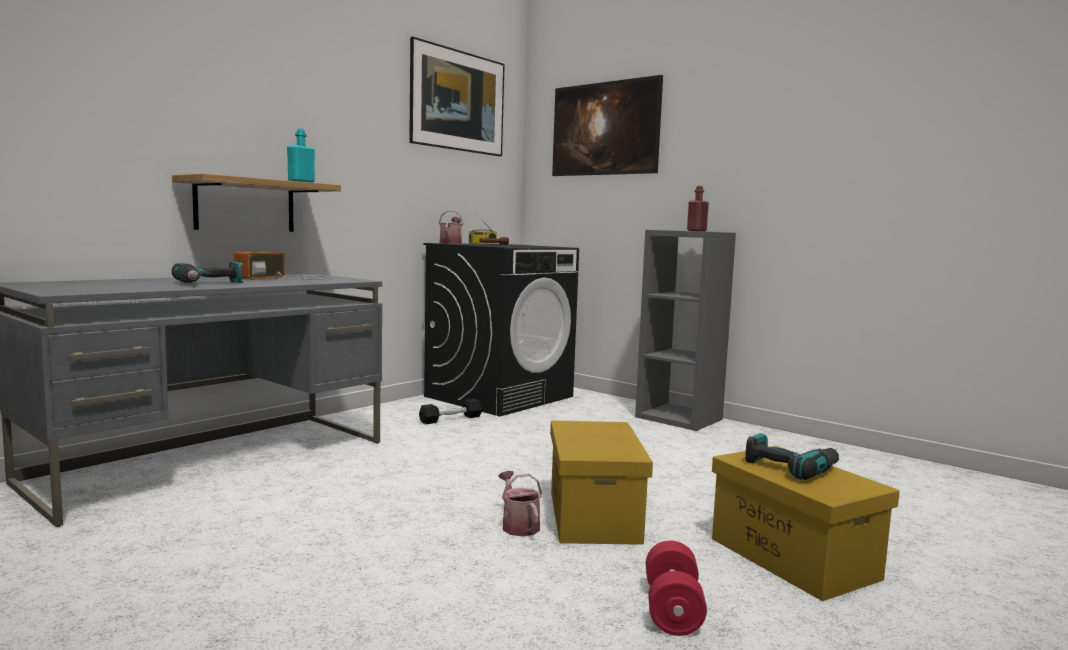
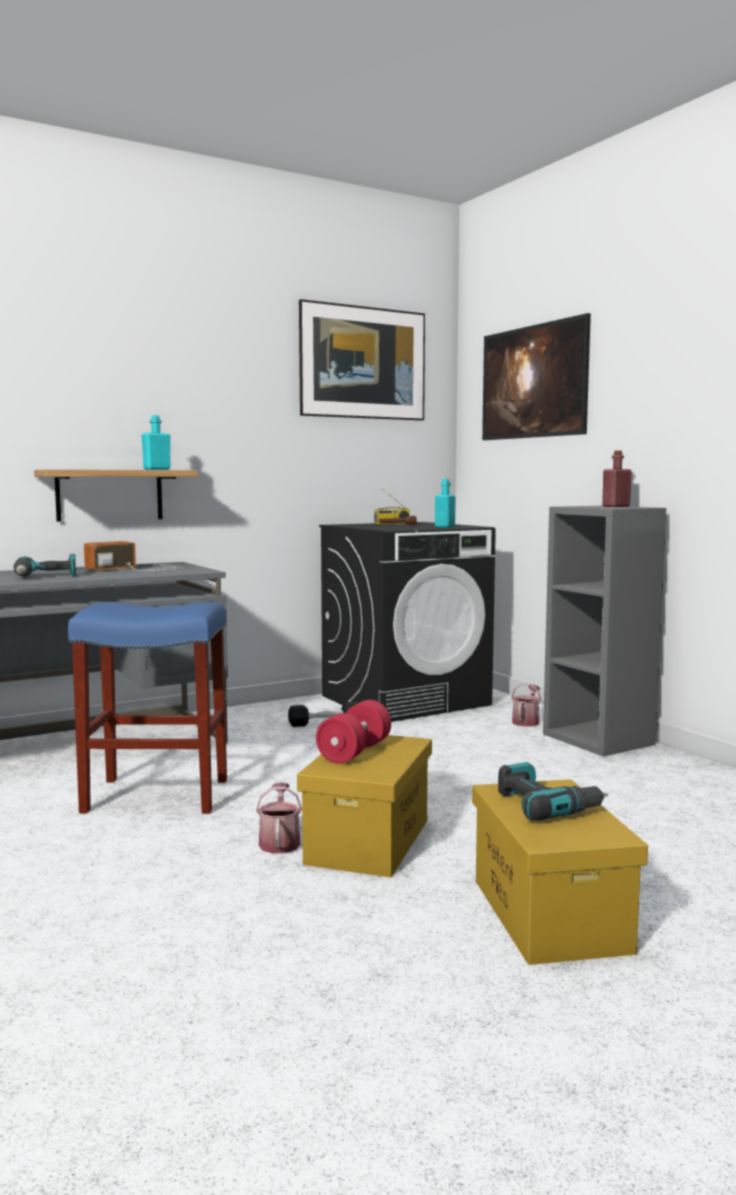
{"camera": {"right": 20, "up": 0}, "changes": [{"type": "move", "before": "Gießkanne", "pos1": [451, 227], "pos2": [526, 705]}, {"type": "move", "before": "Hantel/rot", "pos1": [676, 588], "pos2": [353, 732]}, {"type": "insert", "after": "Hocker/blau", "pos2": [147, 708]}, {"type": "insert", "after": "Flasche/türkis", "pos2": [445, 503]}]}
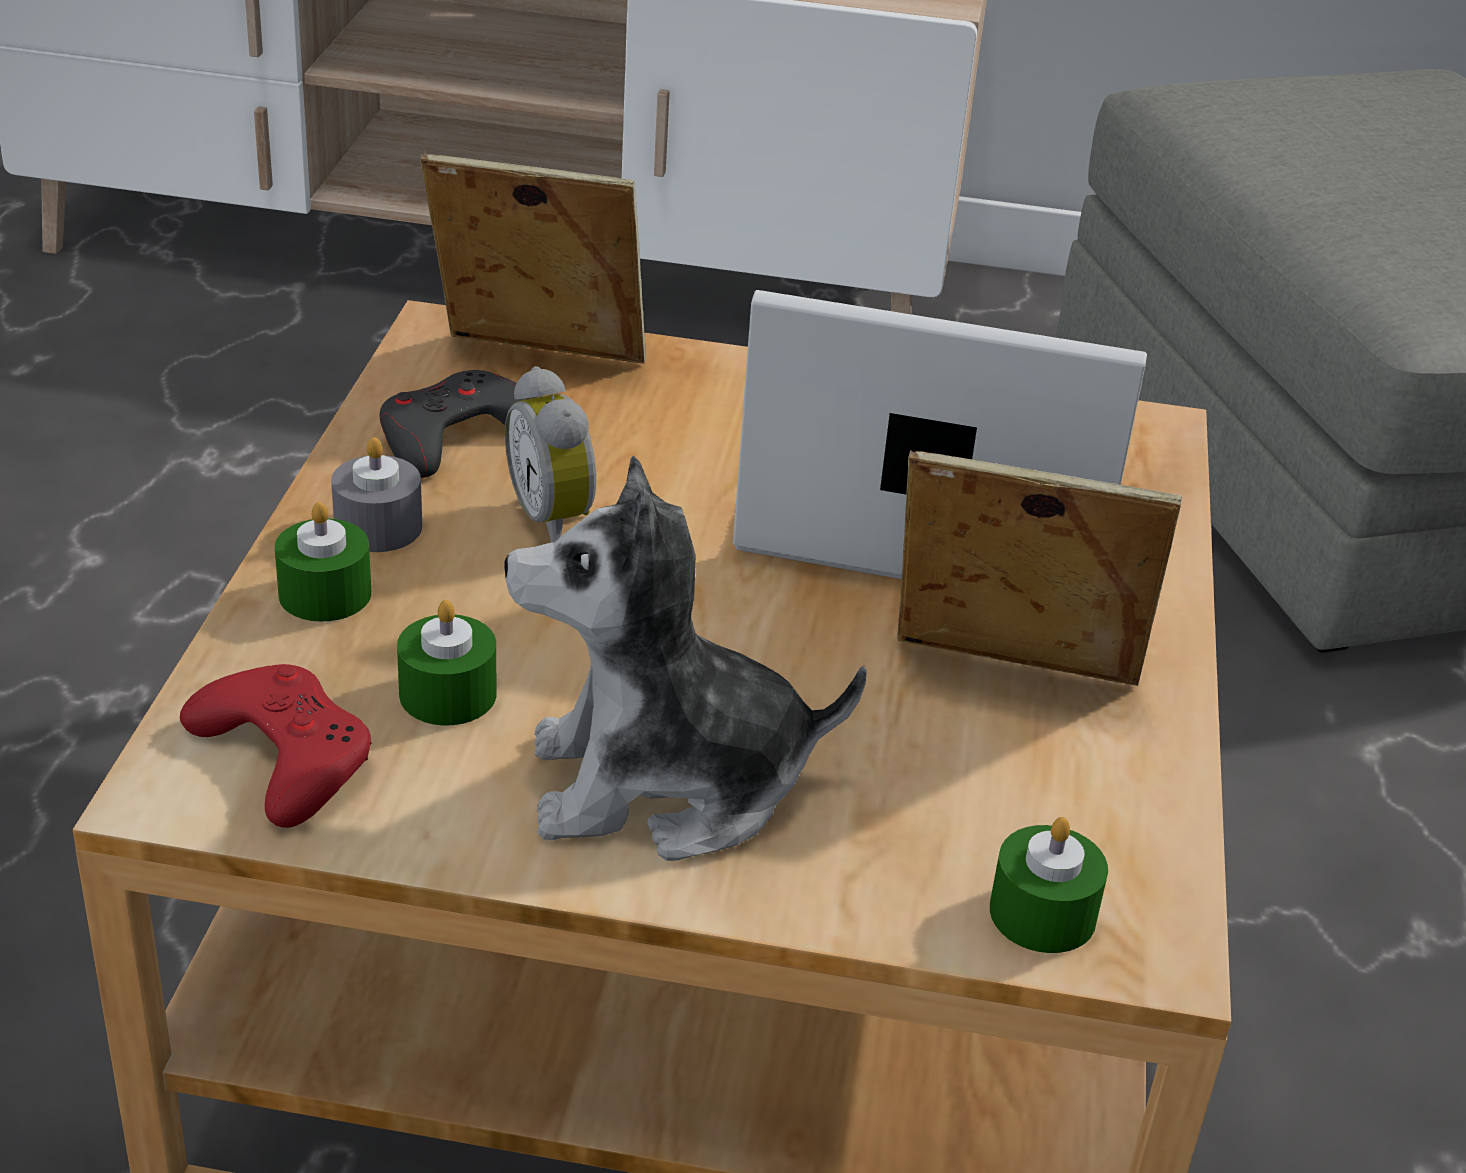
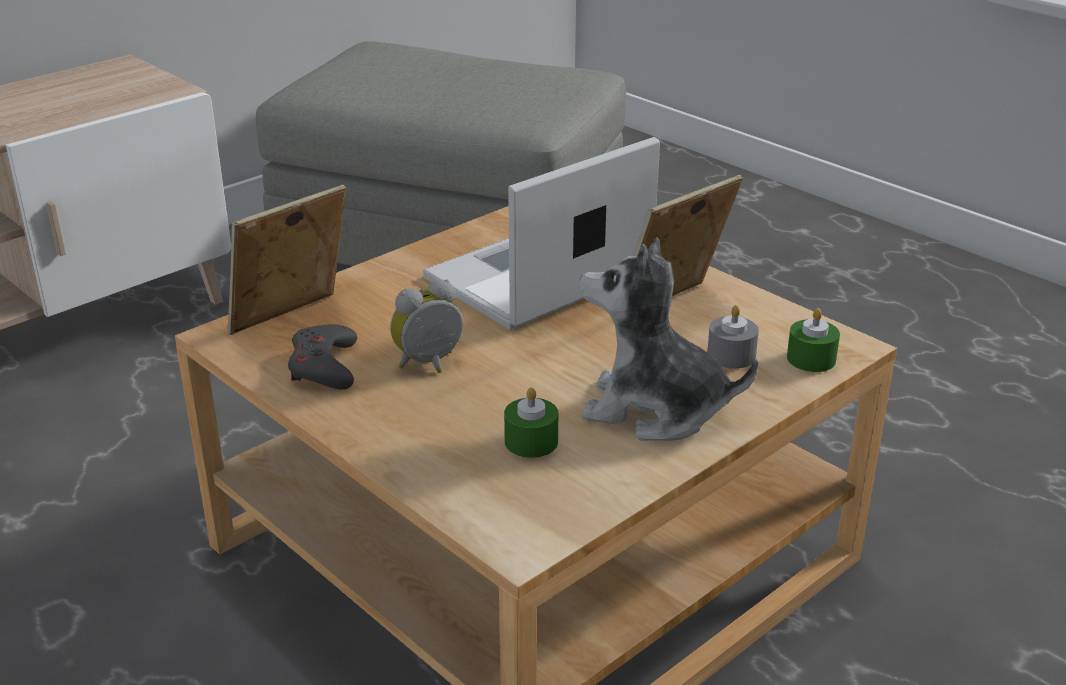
{"camera": {"right": -50, "up": -5}, "changes": [{"type": "delete", "before": "Gamepad/rot", "pos1": [275, 746]}, {"type": "delete", "before": "Kerze/grün", "pos1": [323, 562]}, {"type": "move", "before": "Kerze/grau", "pos1": [376, 494], "pos2": [733, 337]}, {"type": "rotate", "before": "Wecker", "pos1": [550, 454], "pos2": [426, 326], "turn": 135}, {"type": "rotate", "before": "Plüschtier", "pos1": [686, 658], "pos2": [669, 339], "turn": 75}]}
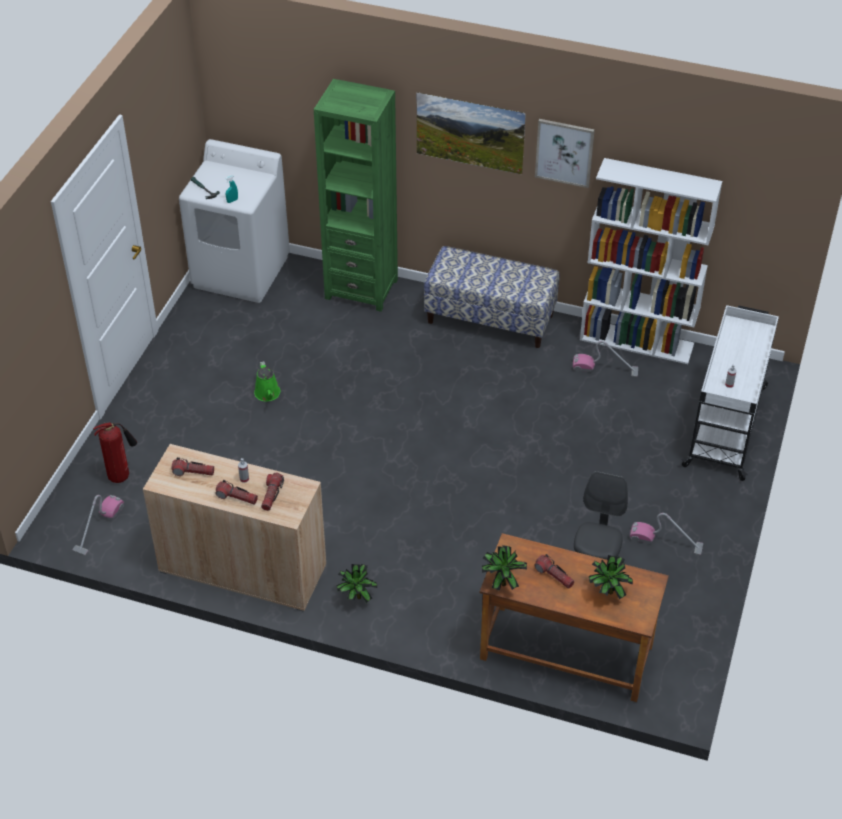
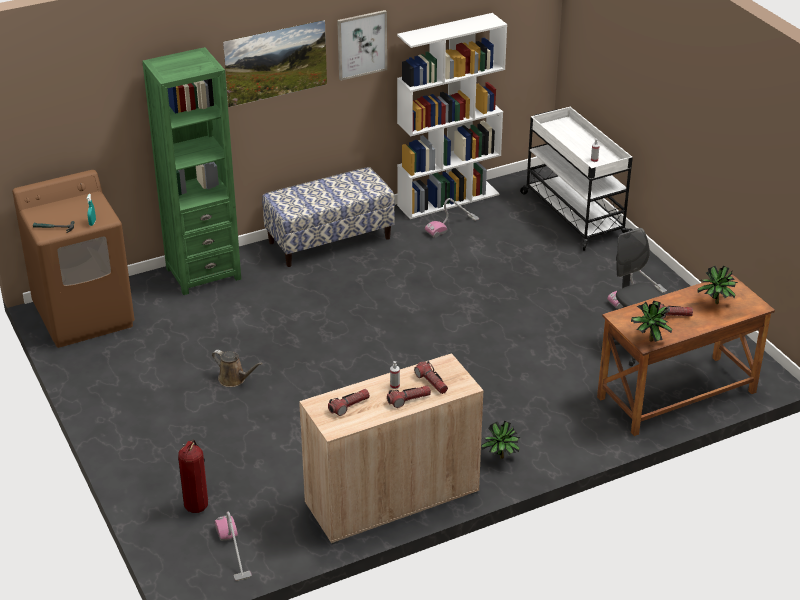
{"camera": {"right": -45, "up": -10}, "changes": [{"type": "recolor", "before": "Waschmaschine/weiß", "after": "Waschmaschine/braun", "pos1": [234, 221], "pos2": [73, 259]}, {"type": "recolor", "before": "Gießkanne/grün", "after": "Gießkanne/braun", "pos1": [267, 381], "pos2": [237, 368]}]}
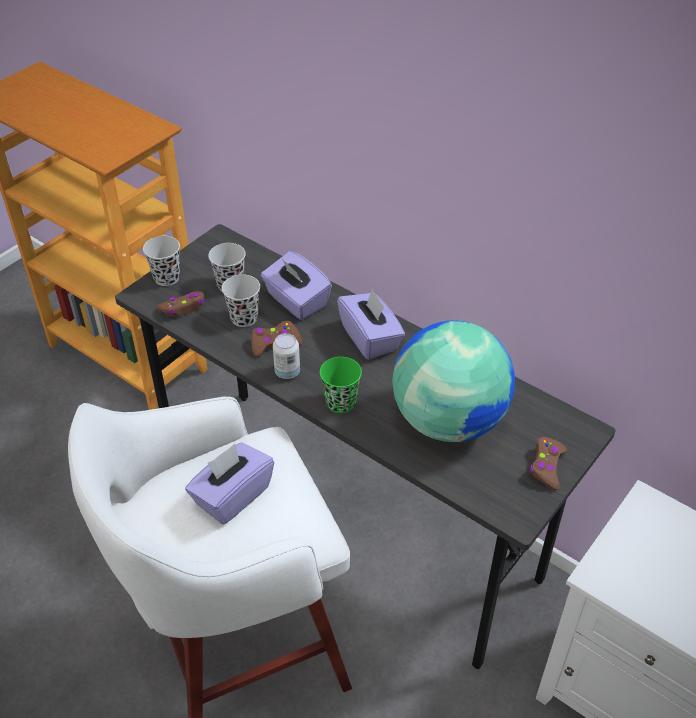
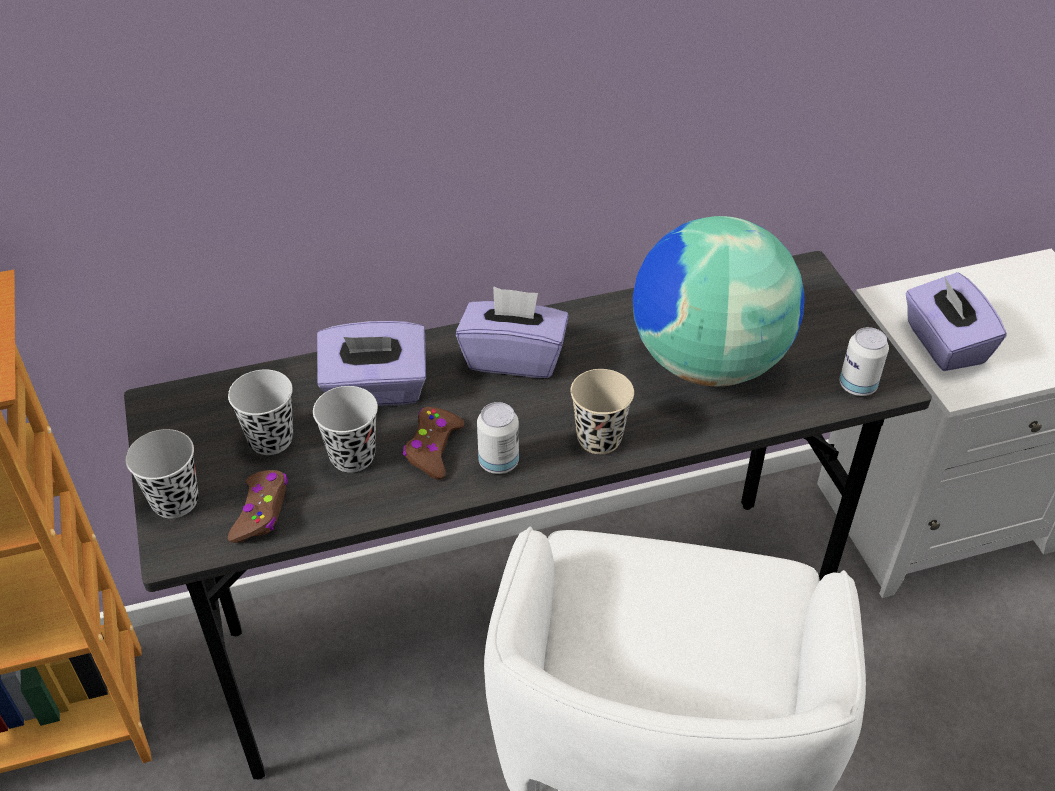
{"camera": {"right": -55, "up": 0}, "changes": [{"type": "move", "before": "Taschentuchbox/lila", "pos1": [229, 483], "pos2": [956, 321]}, {"type": "recolor", "before": "Tasse/grün", "after": "Tasse/beige", "pos1": [341, 385], "pos2": [602, 411]}, {"type": "delete", "before": "Gamepad/braun", "pos1": [548, 463]}, {"type": "insert", "after": "Dose", "pos2": [864, 361]}]}
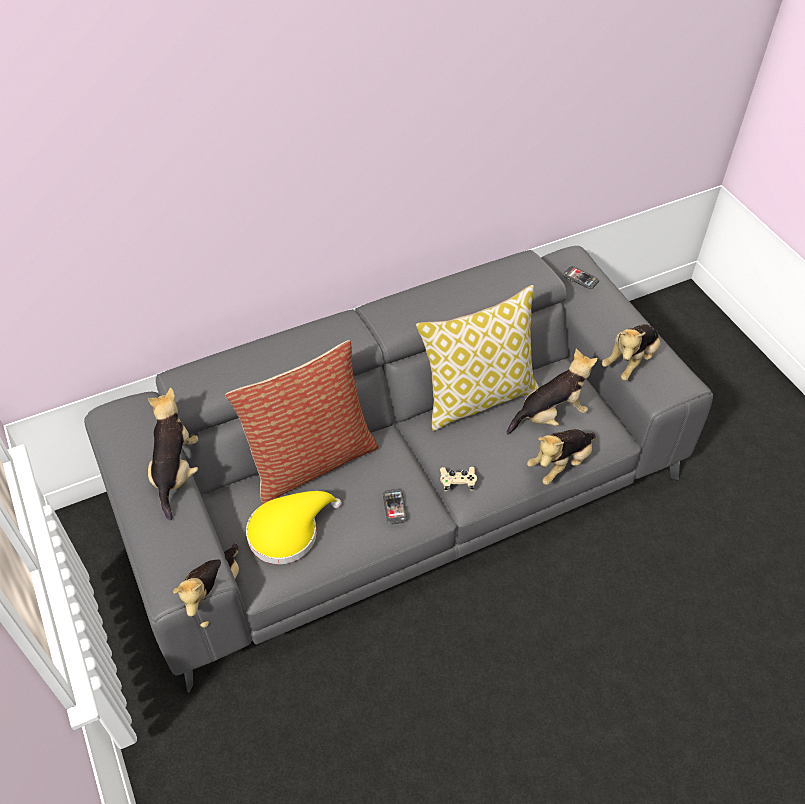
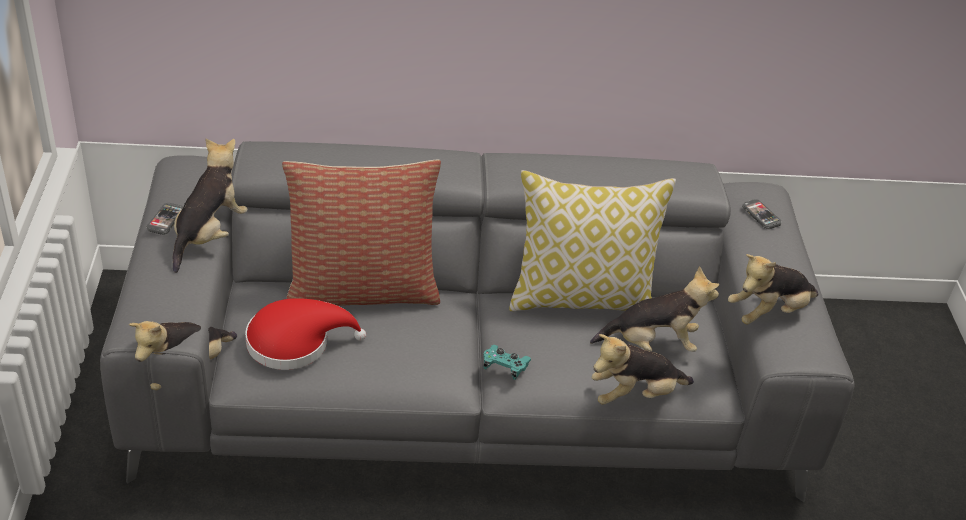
{"camera": {"right": 20, "up": -10}, "changes": [{"type": "recolor", "before": "Hut/gelb", "after": "Hut/rot", "pos1": [293, 527], "pos2": [305, 334]}, {"type": "move", "before": "Handy", "pos1": [395, 506], "pos2": [164, 219]}, {"type": "recolor", "before": "Gamepad/beige", "after": "Gamepad/türkis", "pos1": [458, 479], "pos2": [507, 362]}]}
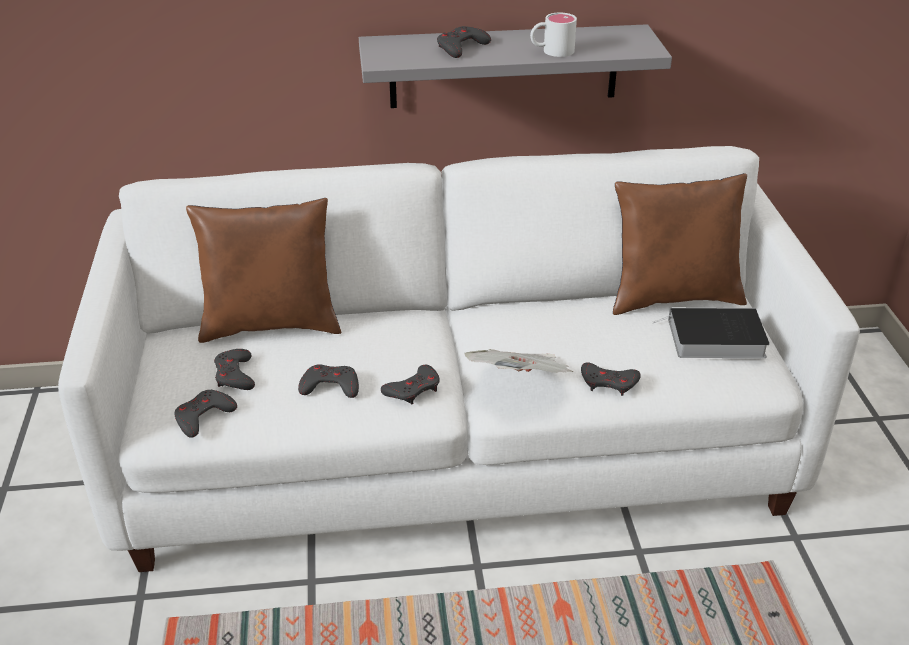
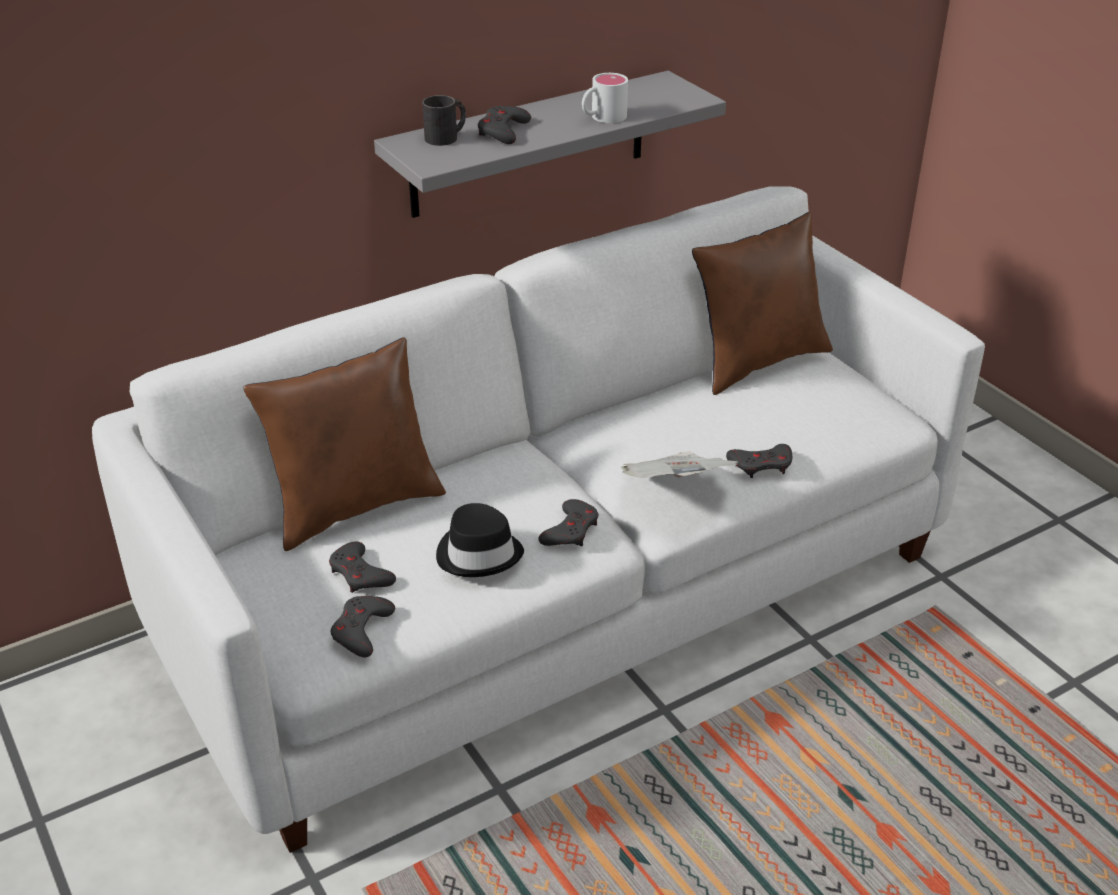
{"camera": {"right": -25, "up": 0}, "changes": [{"type": "replace", "before": "Gamepad/grau", "after": "Hut/schwarz", "pos1": [328, 381], "pos2": [480, 540]}, {"type": "delete", "before": "Buch", "pos1": [712, 332]}, {"type": "insert", "after": "Henkelbecher/schwarz", "pos2": [444, 120]}]}
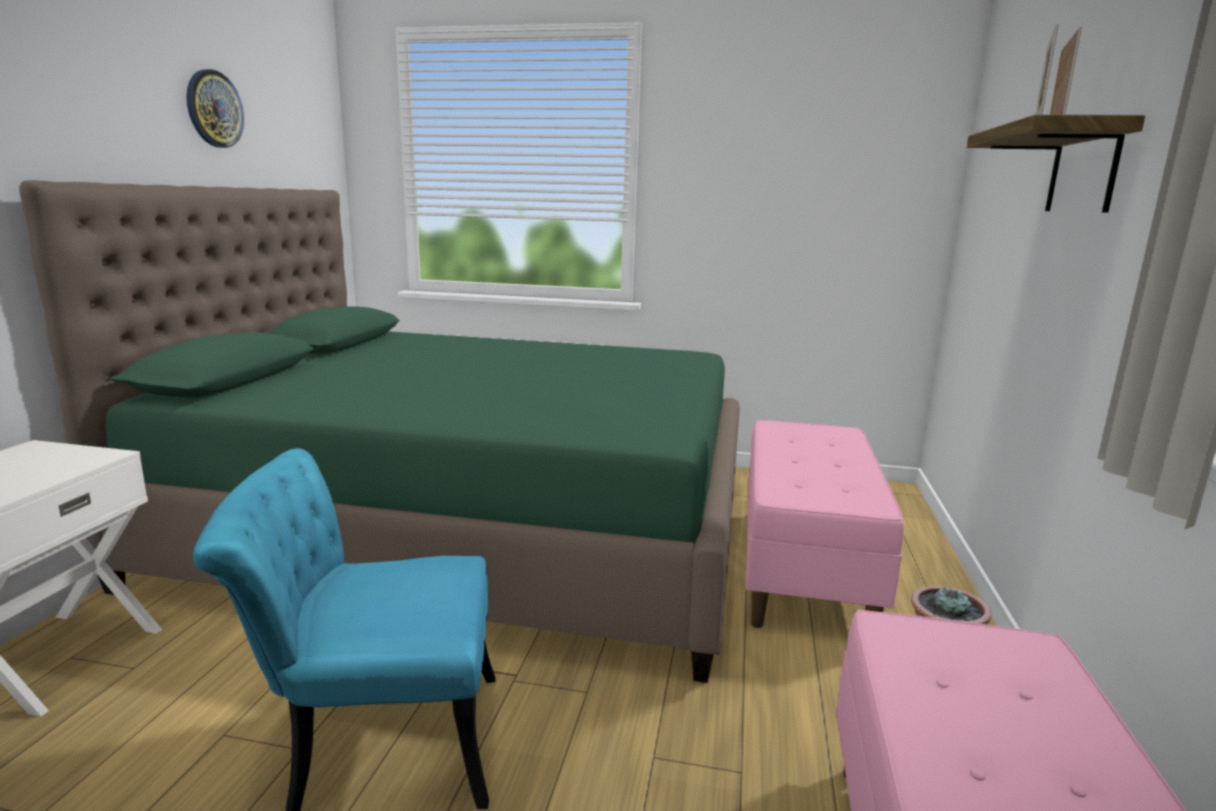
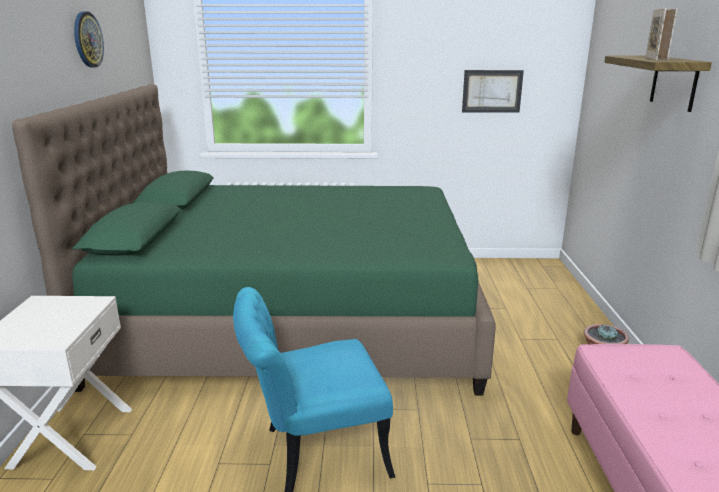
{"camera": {"right": -10, "up": 5}, "changes": [{"type": "delete", "before": "Bank/rosa", "pos1": [825, 524]}, {"type": "insert", "after": "Bild", "pos2": [493, 91]}]}
